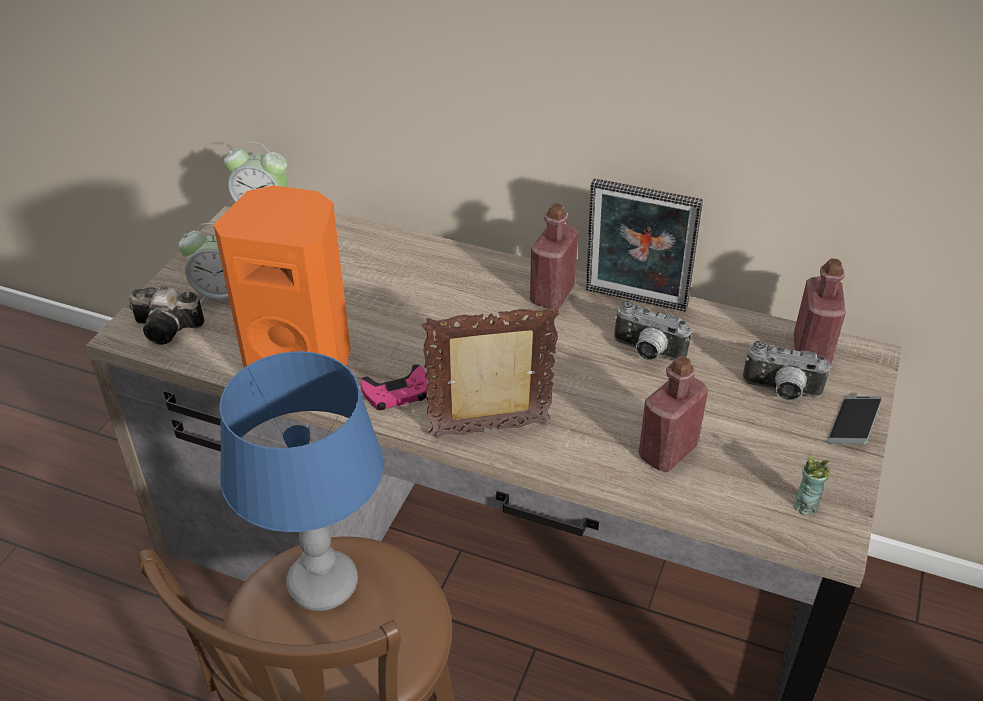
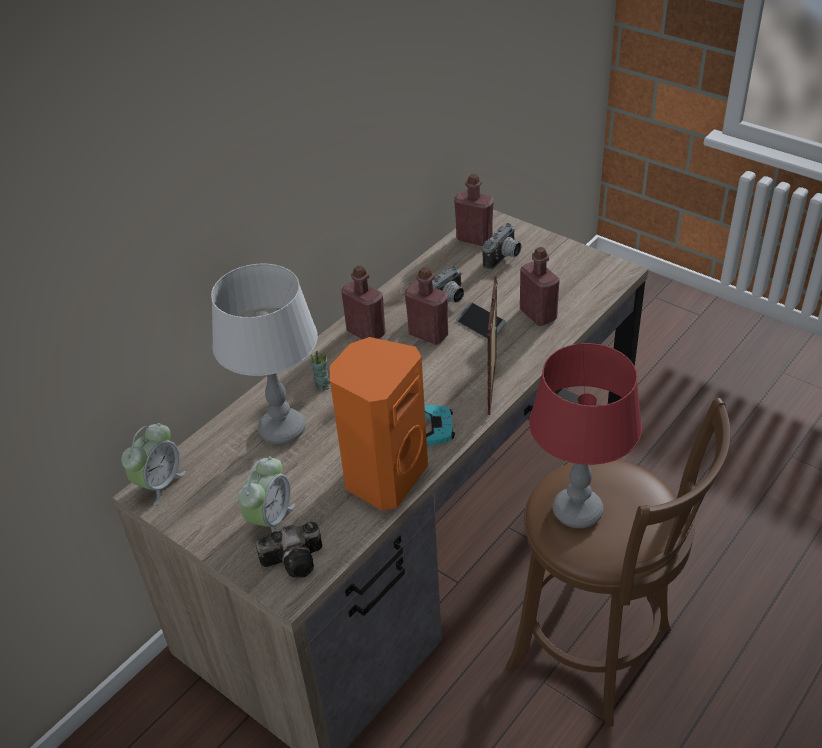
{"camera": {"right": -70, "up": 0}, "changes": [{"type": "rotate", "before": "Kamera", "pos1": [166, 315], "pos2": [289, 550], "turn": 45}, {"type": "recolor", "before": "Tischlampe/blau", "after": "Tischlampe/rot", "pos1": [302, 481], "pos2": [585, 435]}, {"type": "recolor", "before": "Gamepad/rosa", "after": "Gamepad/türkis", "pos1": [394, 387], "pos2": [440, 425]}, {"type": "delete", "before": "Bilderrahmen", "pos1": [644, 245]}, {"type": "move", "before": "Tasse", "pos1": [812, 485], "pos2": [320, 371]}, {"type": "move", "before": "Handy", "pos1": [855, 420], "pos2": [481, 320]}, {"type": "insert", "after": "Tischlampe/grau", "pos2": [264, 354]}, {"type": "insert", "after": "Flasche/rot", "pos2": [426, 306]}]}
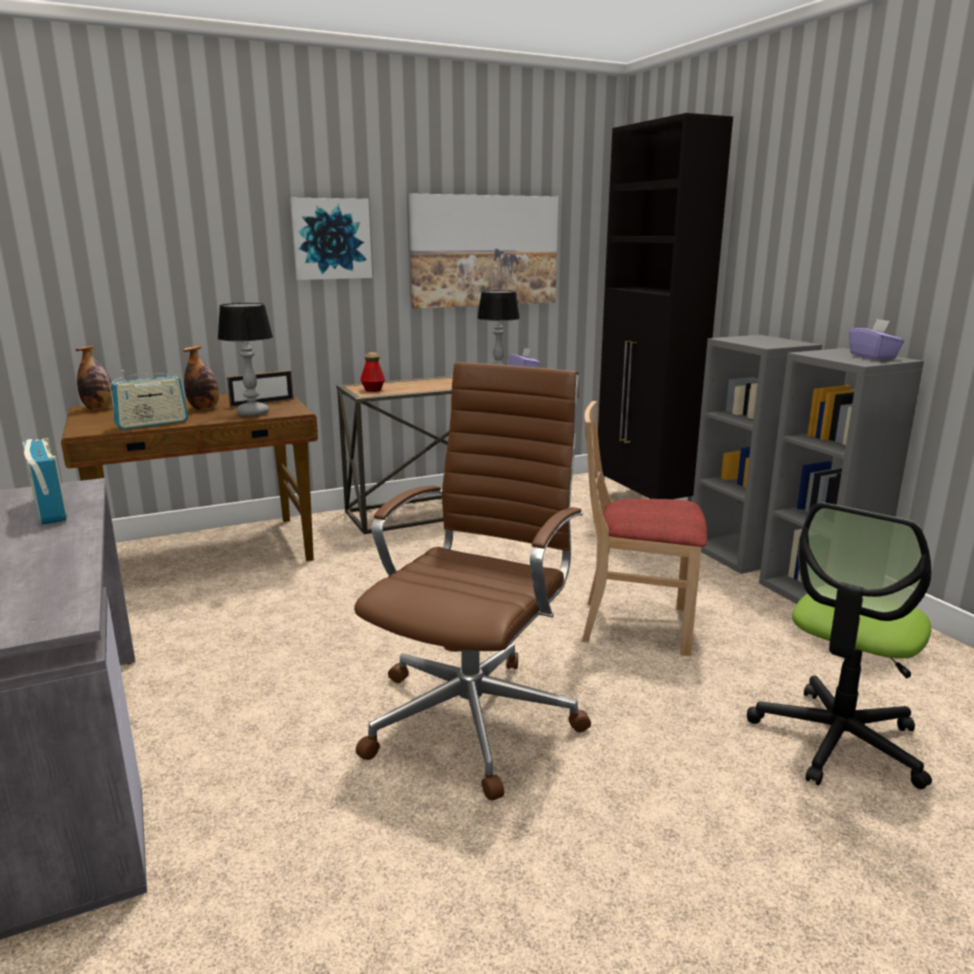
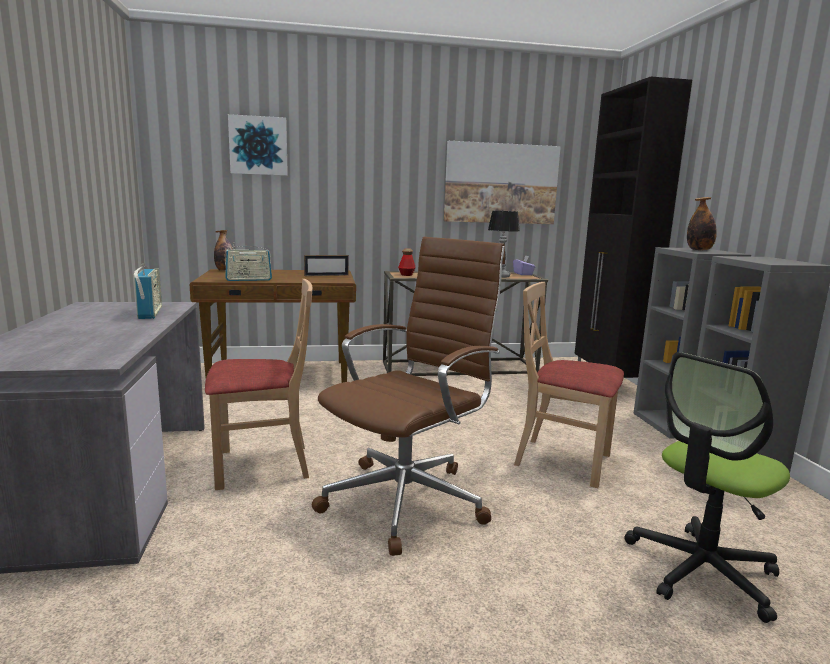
{"camera": {"right": 15, "up": -5}, "changes": [{"type": "move", "before": "Flasche", "pos1": [201, 377], "pos2": [702, 224]}, {"type": "delete", "before": "Tischlampe", "pos1": [245, 359]}, {"type": "move", "before": "Bild", "pos1": [331, 239], "pos2": [258, 145]}, {"type": "delete", "before": "Taschentuchbox/lila", "pos1": [876, 339]}, {"type": "insert", "after": "Stuhl/beige", "pos2": [259, 384]}]}
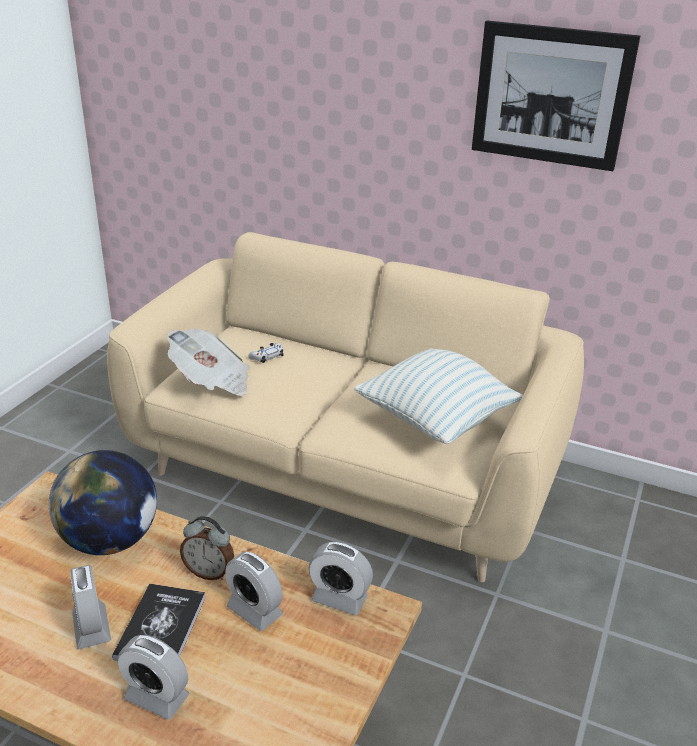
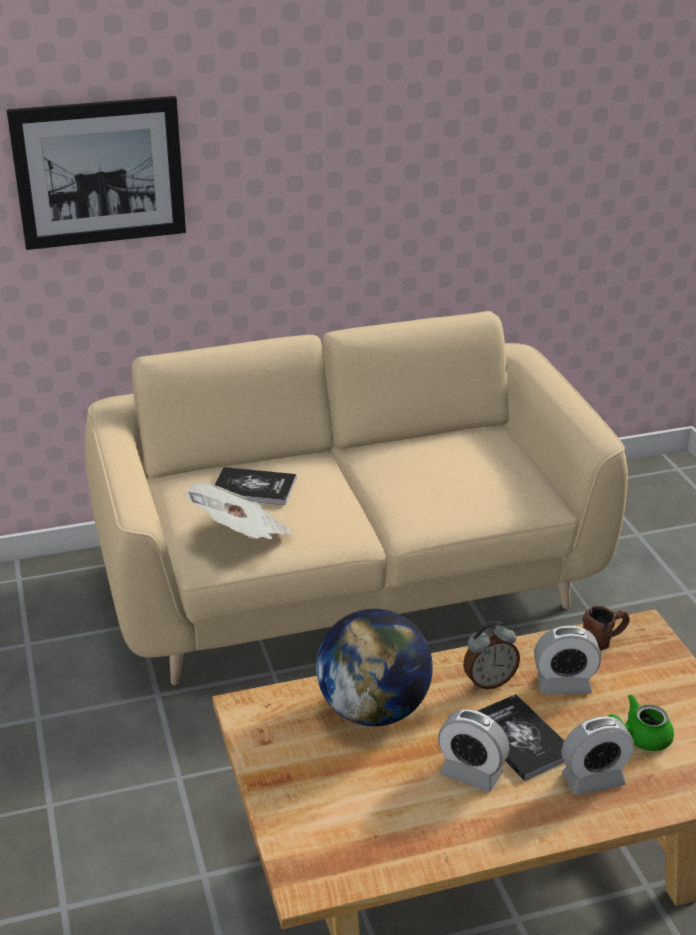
{"camera": {"right": -40, "up": 0}, "changes": [{"type": "replace", "before": "Gamepad/weiß", "after": "Buch", "pos1": [265, 353], "pos2": [255, 486]}, {"type": "replace", "before": "Wecker", "after": "Henkelbecher/braun", "pos1": [341, 578], "pos2": [606, 628]}, {"type": "delete", "before": "Kissen", "pos1": [438, 396]}, {"type": "move", "before": "Bild", "pos1": [556, 96], "pos2": [96, 173]}, {"type": "insert", "after": "Teekanne/grün", "pos2": [641, 723]}]}
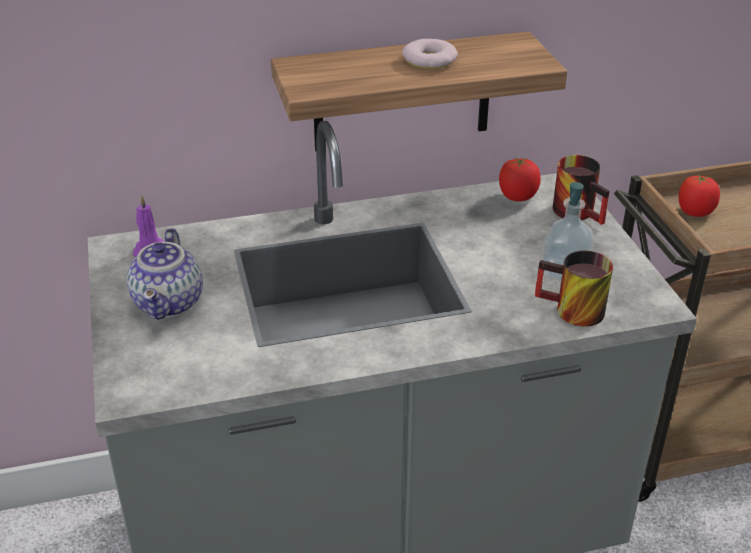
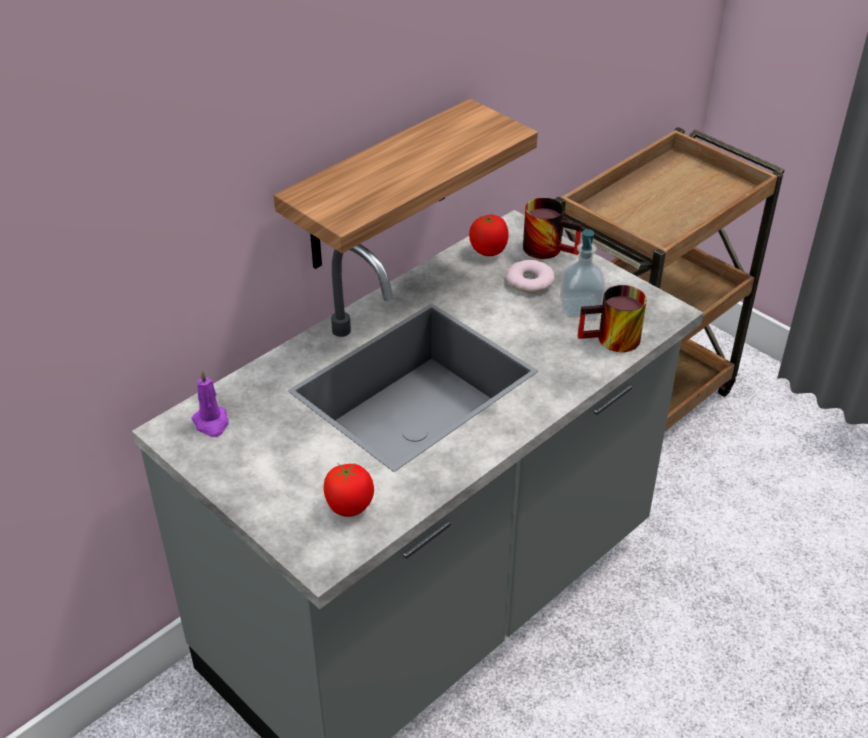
{"camera": {"right": -30, "up": 5}, "changes": [{"type": "delete", "before": "Teekanne", "pos1": [165, 274]}, {"type": "move", "before": "Donut", "pos1": [430, 54], "pos2": [530, 276]}, {"type": "move", "before": "Tomate", "pos1": [699, 195], "pos2": [348, 490]}]}
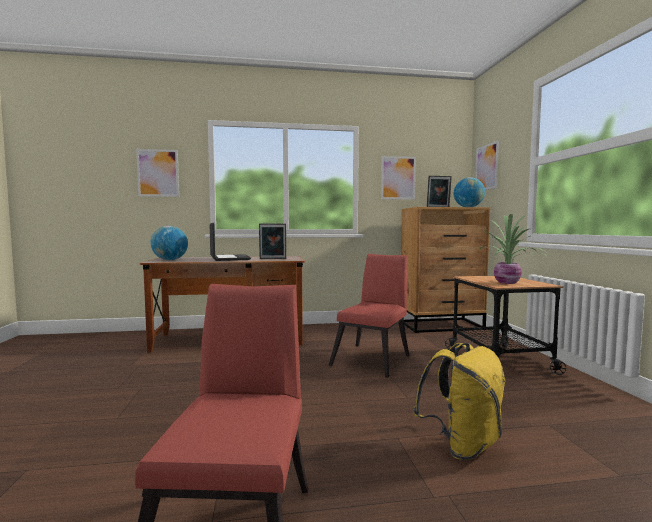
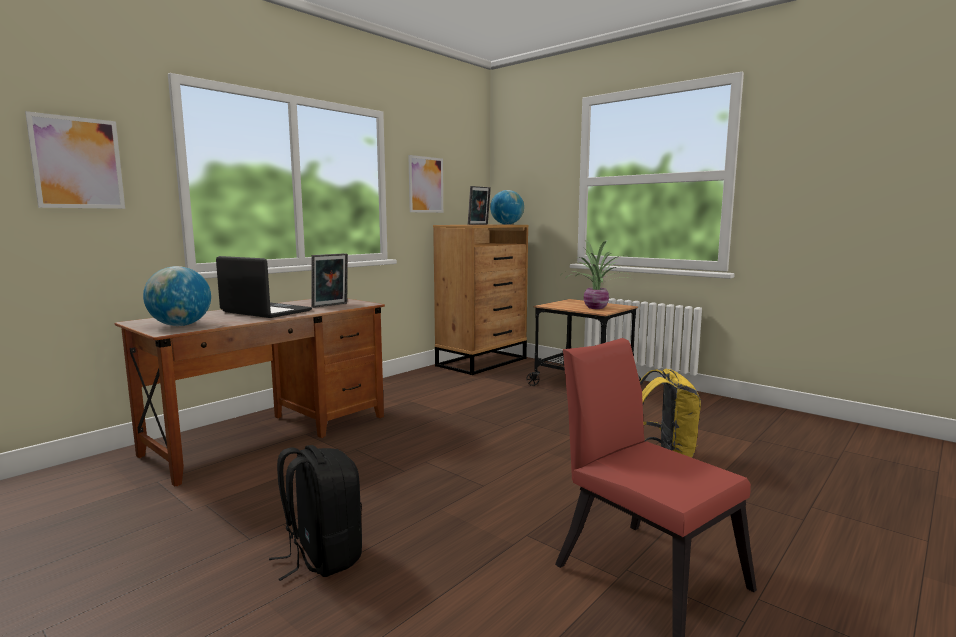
{"camera": {"right": -40, "up": 5}, "changes": [{"type": "delete", "before": "Stuhl/rot", "pos1": [368, 316]}, {"type": "delete", "before": "Bild", "pos1": [487, 165]}, {"type": "insert", "after": "Rucksack/schwarz", "pos2": [315, 513]}]}
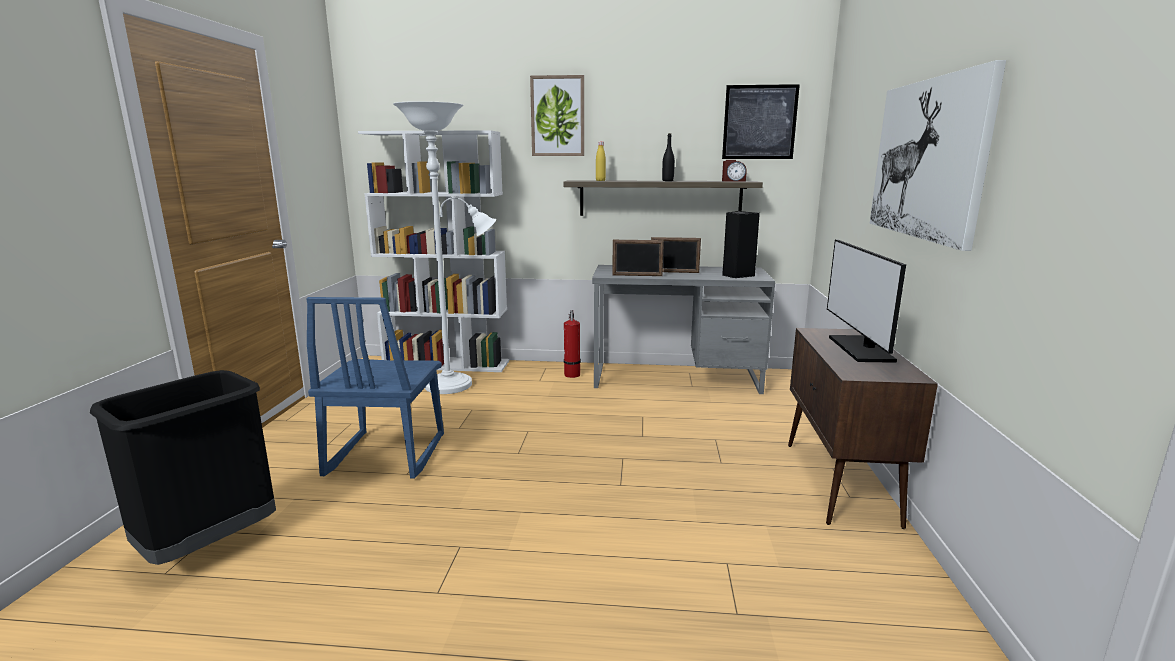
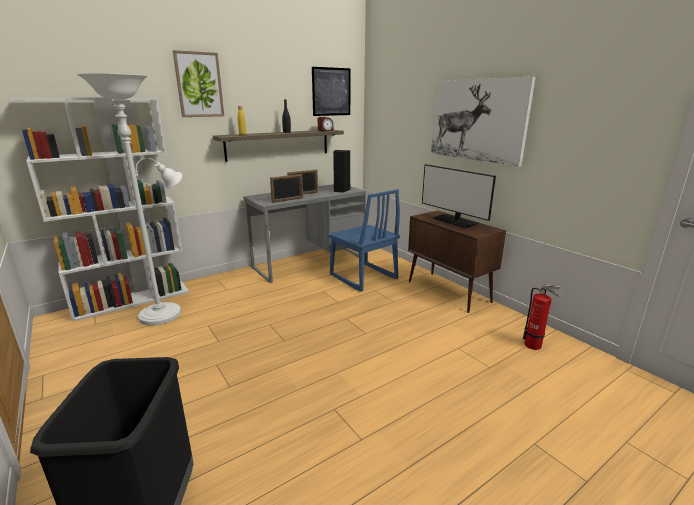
{"camera": {"right": -40, "up": 5}, "changes": [{"type": "move", "before": "Stuhl/blau", "pos1": [375, 388], "pos2": [363, 240]}, {"type": "move", "before": "Feuerlöscher", "pos1": [572, 344], "pos2": [542, 317]}]}
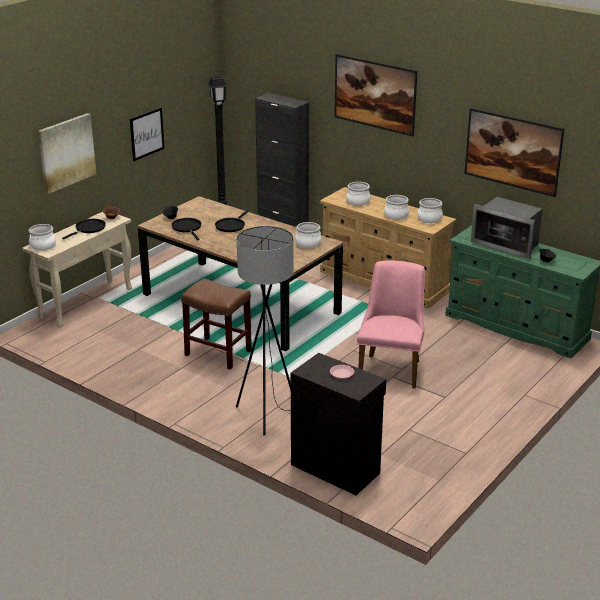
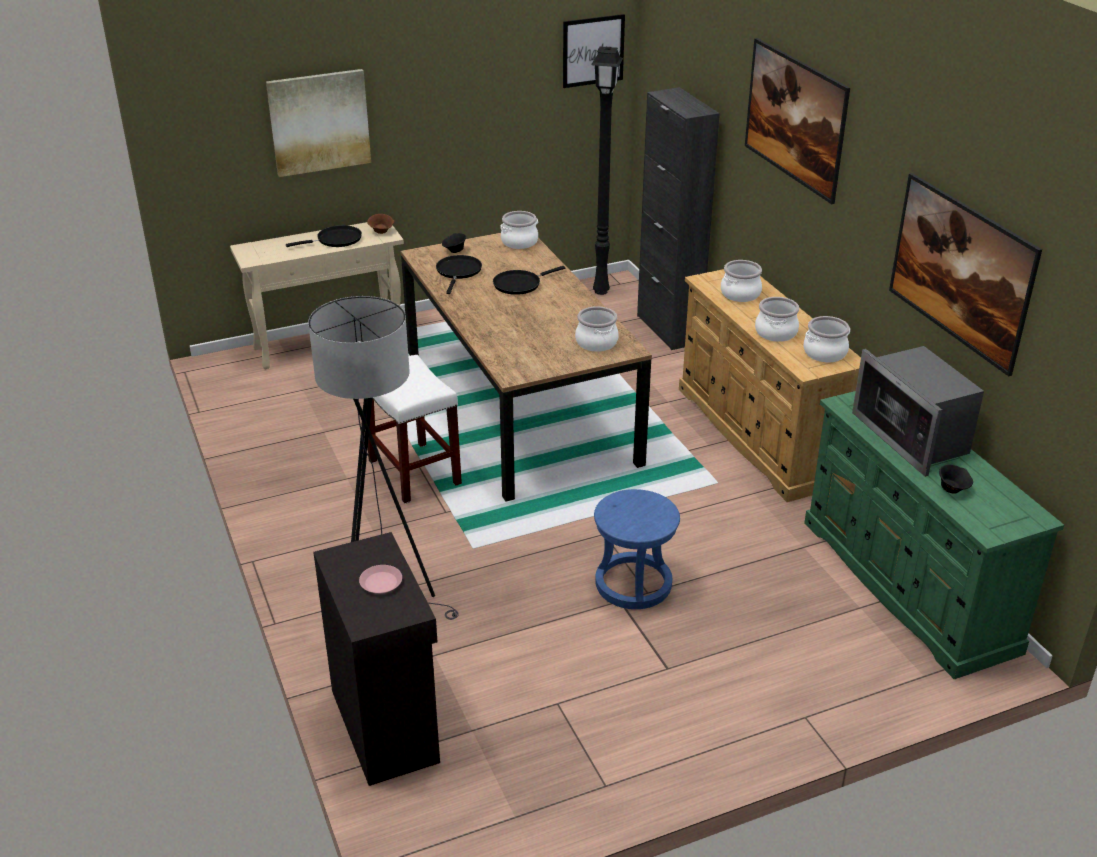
{"camera": {"right": 30, "up": 5}, "changes": [{"type": "move", "before": "Kochtopf", "pos1": [42, 237], "pos2": [519, 230]}, {"type": "move", "before": "Bild", "pos1": [147, 134], "pos2": [594, 51]}, {"type": "recolor", "before": "Hocker/braun", "after": "Hocker/weiß", "pos1": [216, 324], "pos2": [414, 429]}, {"type": "replace", "before": "Stuhl/rosa", "after": "Hocker/blau", "pos1": [391, 324], "pos2": [637, 549]}]}
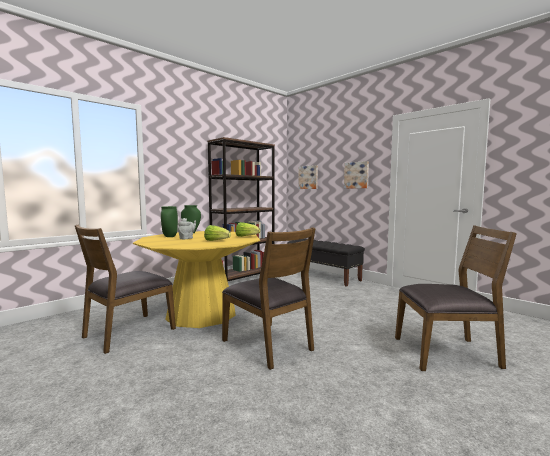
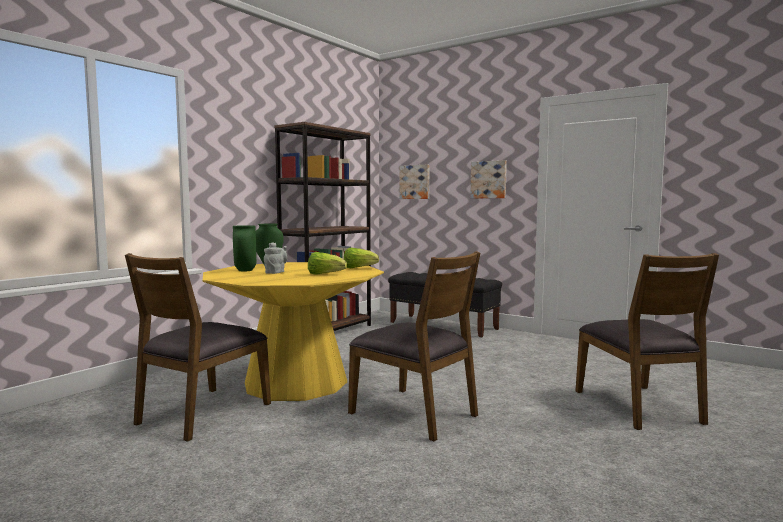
{"camera": {"right": -10, "up": 0}, "changes": [{"type": "rotate", "before": "Stuhl/braun", "pos1": [456, 298], "pos2": [647, 341], "turn": 90}]}
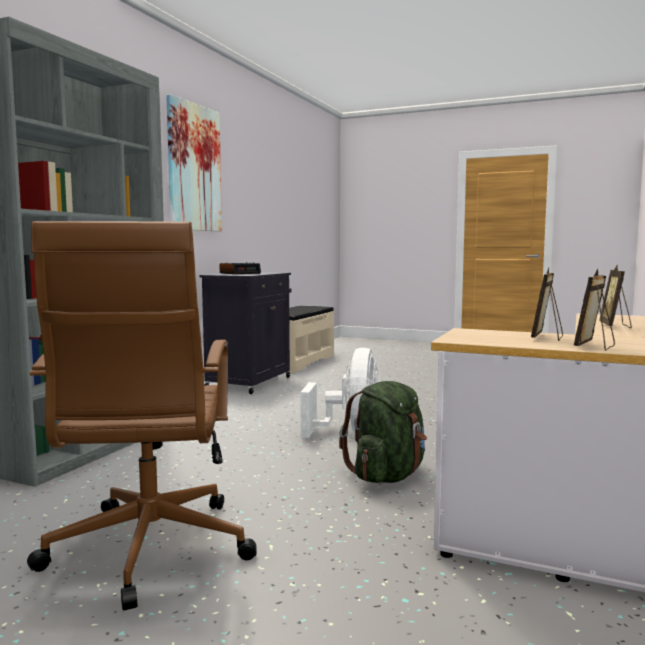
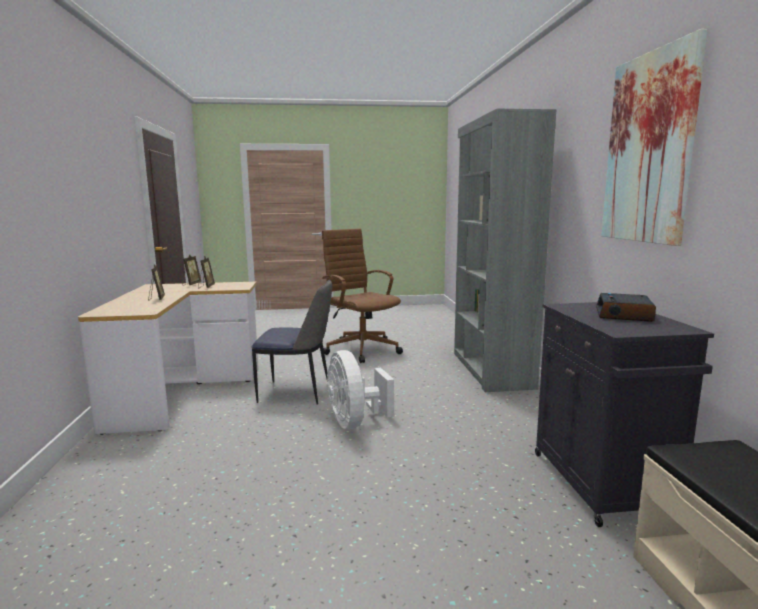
{"camera": {"right": 150, "up": 5}, "changes": [{"type": "replace", "before": "Rucksack/grün", "after": "Stuhl", "pos1": [383, 432], "pos2": [292, 342]}]}
